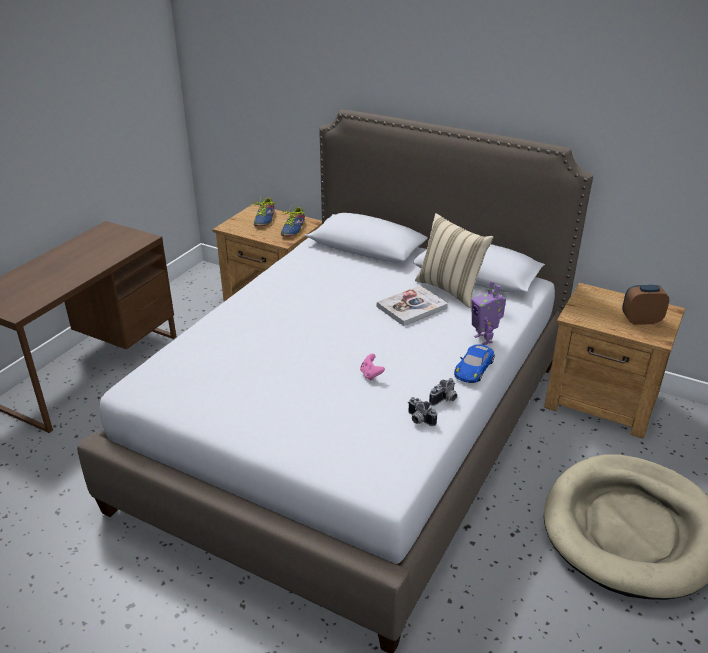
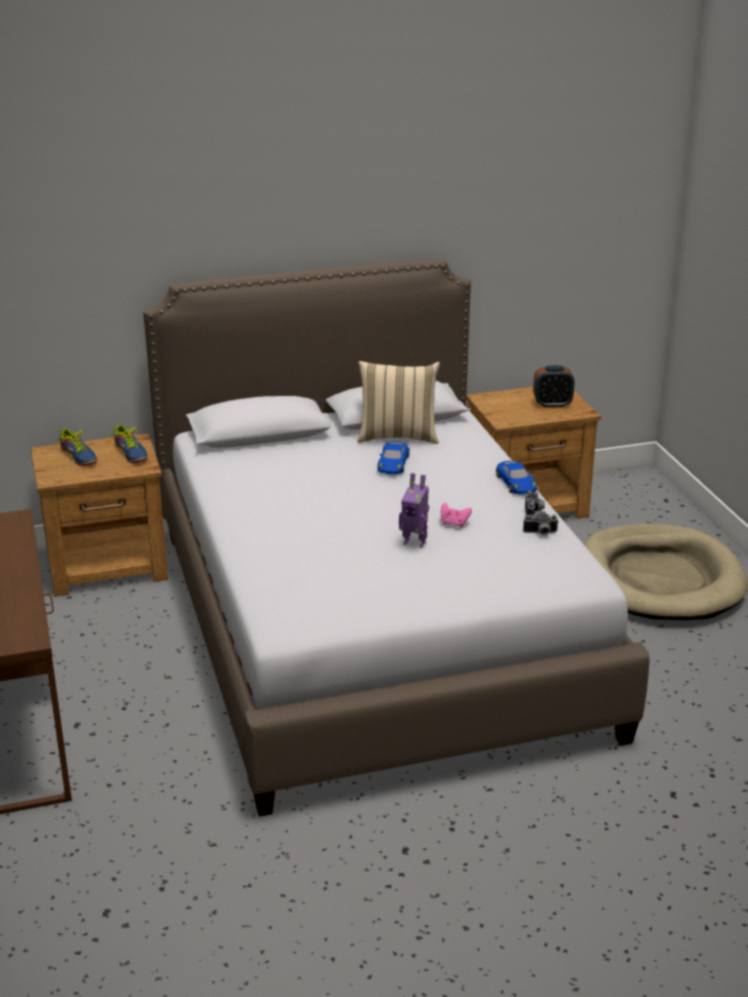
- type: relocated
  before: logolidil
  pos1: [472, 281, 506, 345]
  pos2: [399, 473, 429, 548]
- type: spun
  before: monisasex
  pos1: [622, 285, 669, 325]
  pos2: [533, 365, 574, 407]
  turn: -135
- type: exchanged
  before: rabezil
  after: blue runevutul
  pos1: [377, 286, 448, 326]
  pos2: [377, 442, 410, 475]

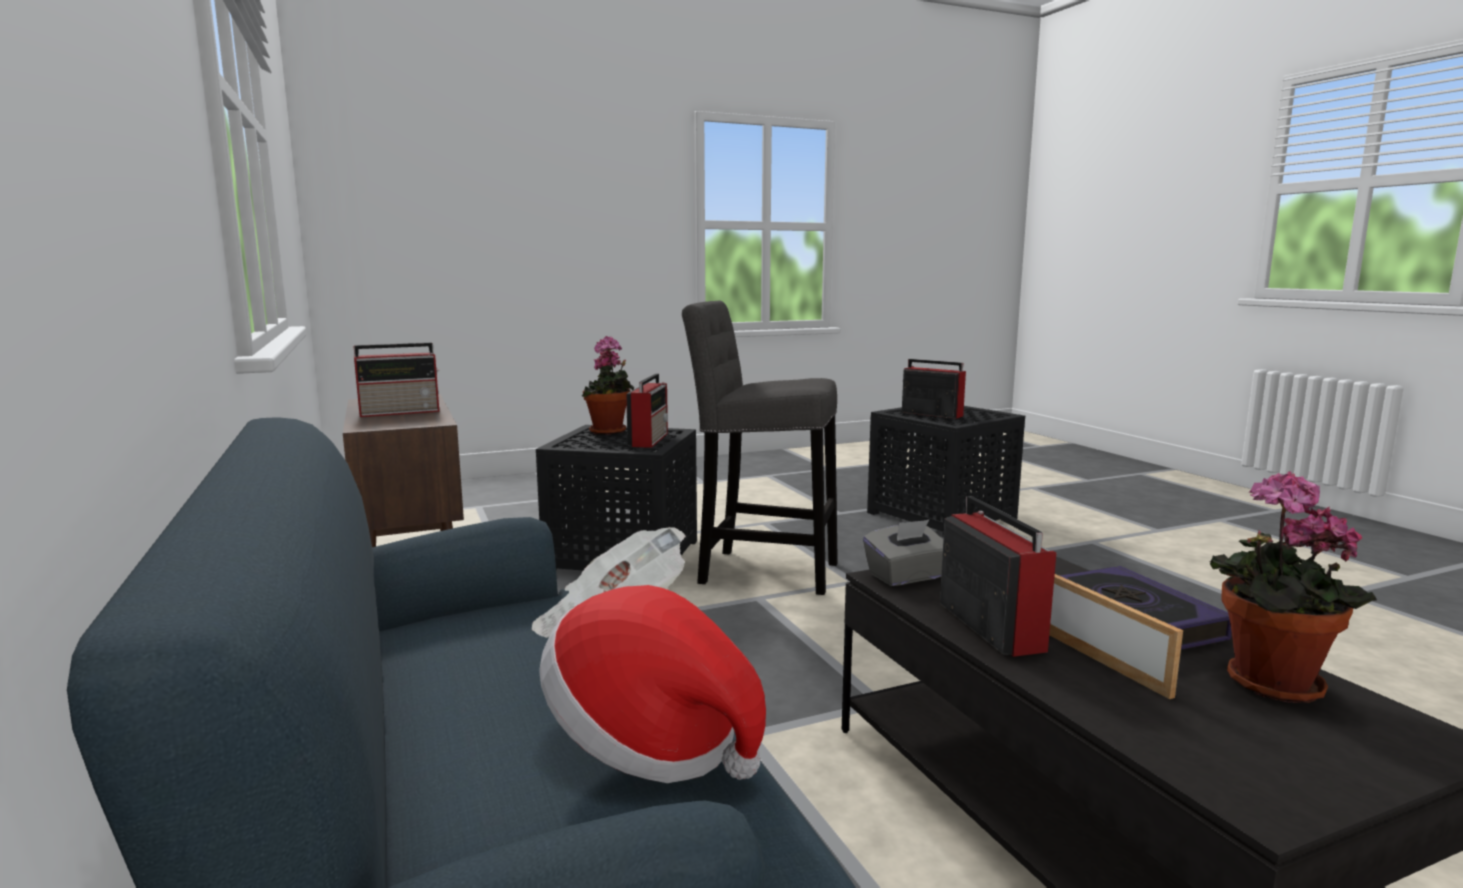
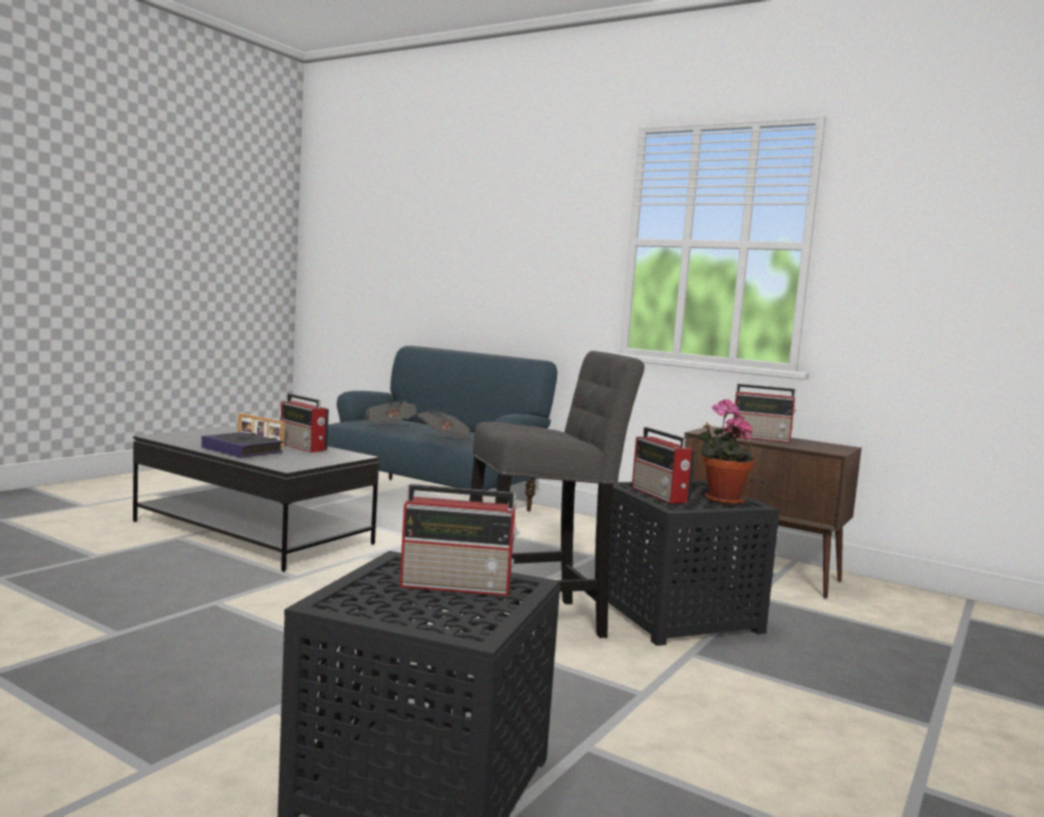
- type: spun
  before: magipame
  pos1: [353, 343, 440, 417]
  pos2: [733, 384, 797, 443]
  turn: -105
- type: missing
  before: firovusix
  pos1: [1210, 471, 1377, 703]
- type: missing
  before: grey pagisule
  pos1: [863, 520, 943, 586]
- type: exchanged
  before: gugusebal
  after: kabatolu
  pos1: [539, 585, 766, 783]
  pos2: [365, 401, 417, 424]

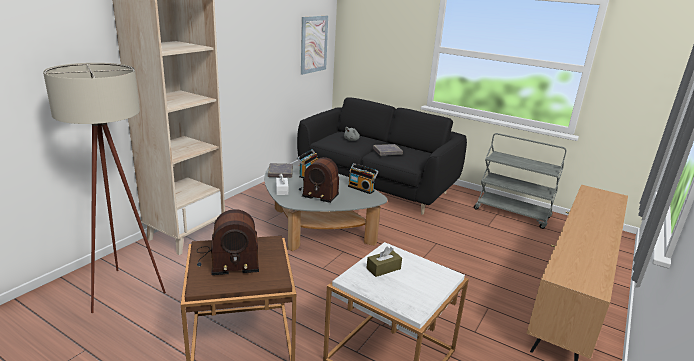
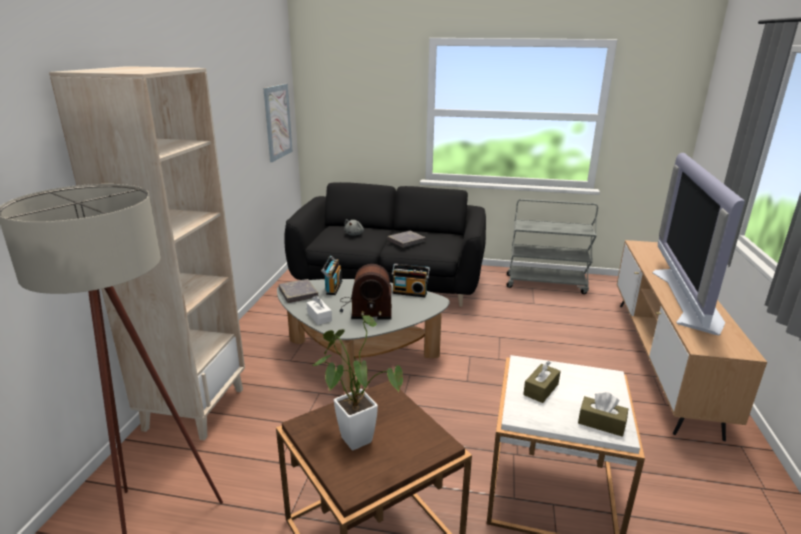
- type: exchanged
  before: magipame
  after: firovusix
  pos1: [197, 209, 259, 275]
  pos2: [312, 315, 403, 450]
- type: appeared
  after: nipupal
  pos2: [652, 153, 745, 335]
- type: appeared
  after: brown pagisule
  pos2: [578, 392, 628, 437]

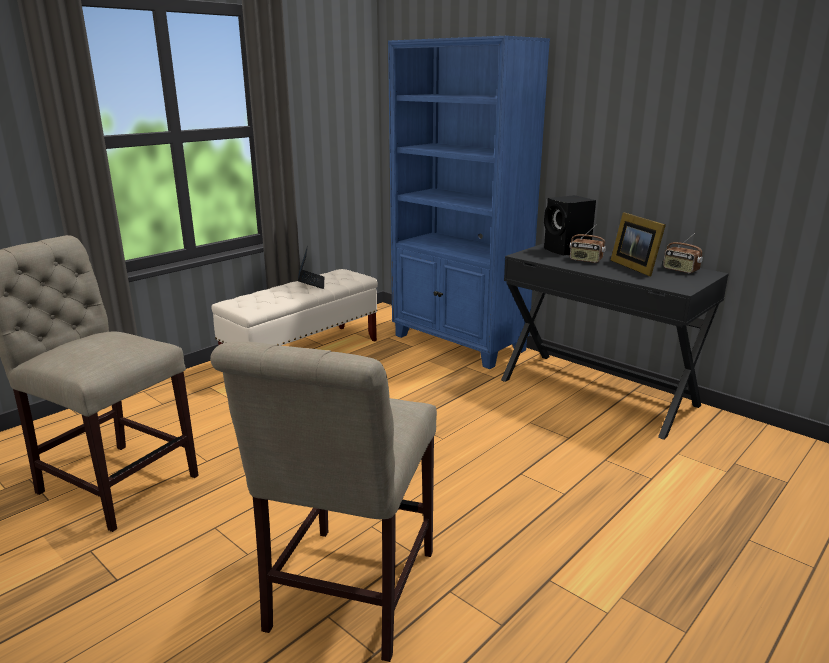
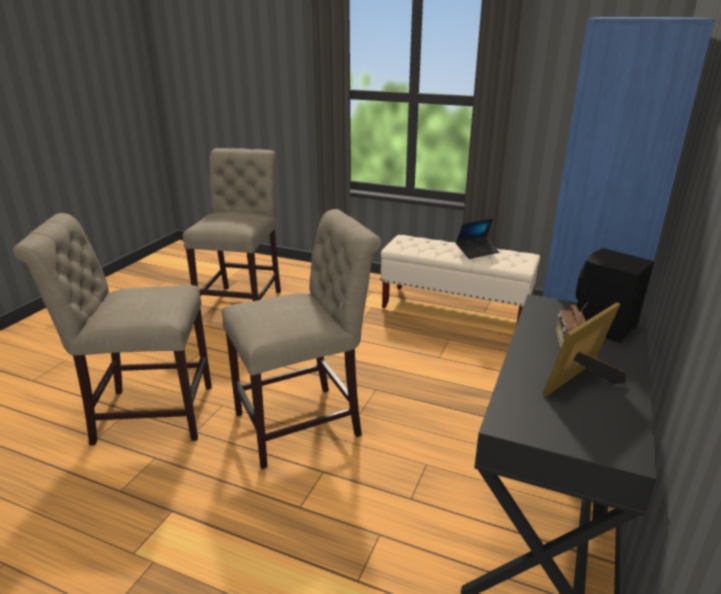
- type: missing
  before: magipame
  pos1: [663, 233, 703, 273]
- type: appeared
  after: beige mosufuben
  pos2: [222, 209, 381, 469]

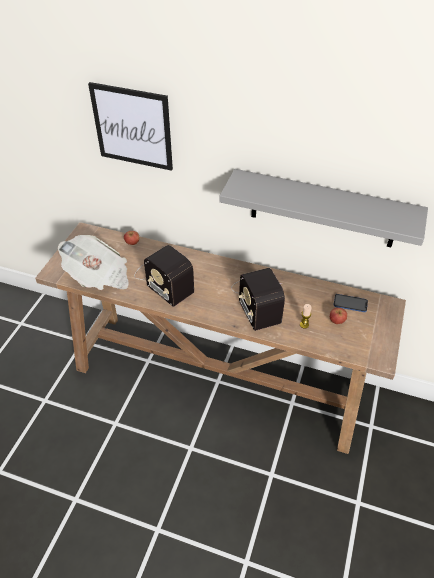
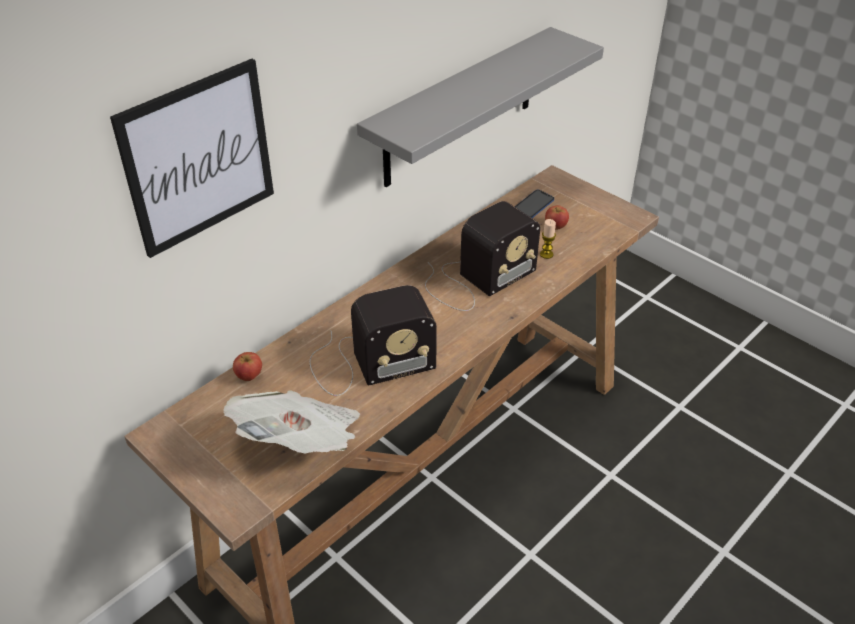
- type: spun
  before: magipame
  pos1: [231, 268, 285, 331]
  pos2: [425, 201, 540, 311]
  turn: -45

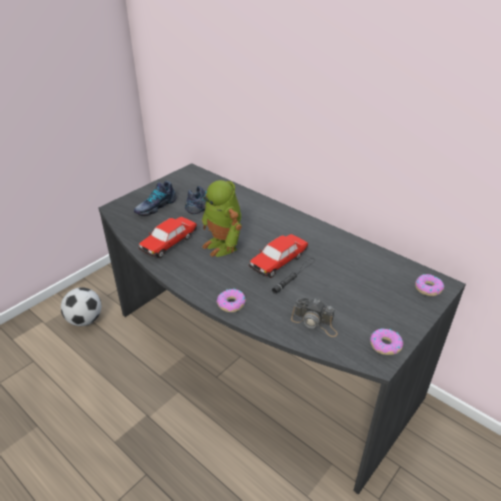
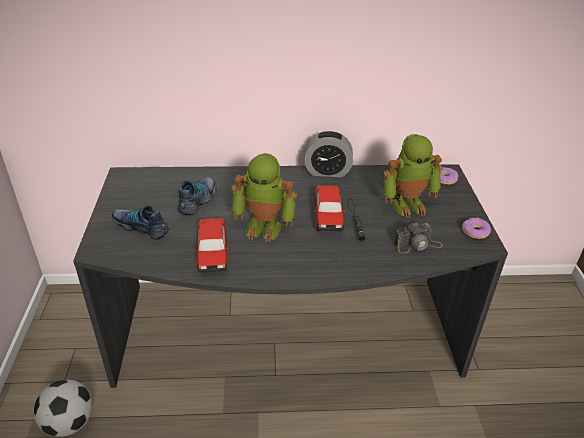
- type: spun
  before: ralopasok
  pos1: [134, 181, 177, 217]
  pos2: [112, 205, 169, 240]
  turn: 120
- type: missing
  before: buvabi
  pos1: [217, 288, 246, 312]
- type: appeared
  after: monisasex
  pos2: [304, 131, 353, 177]
- type: appeared
  after: logolidil
  pos2: [383, 134, 443, 218]

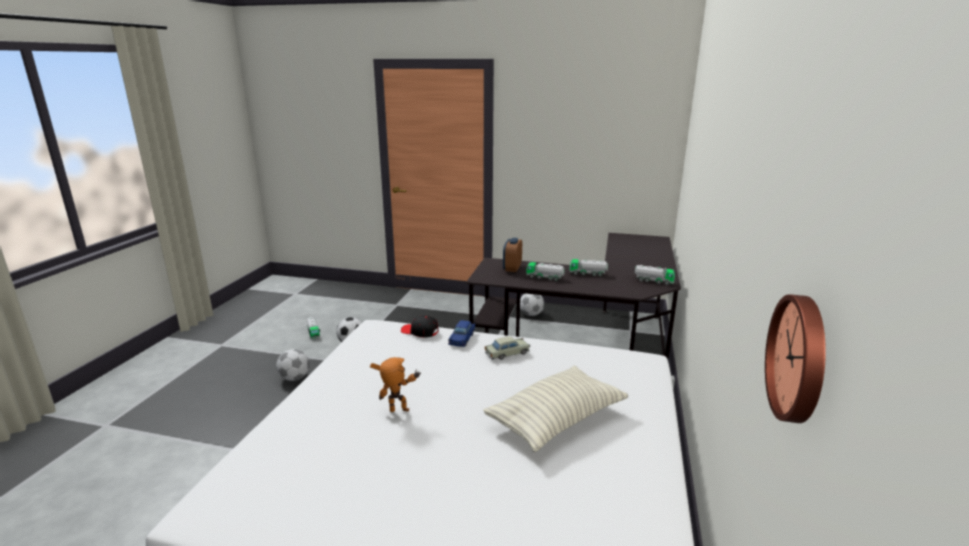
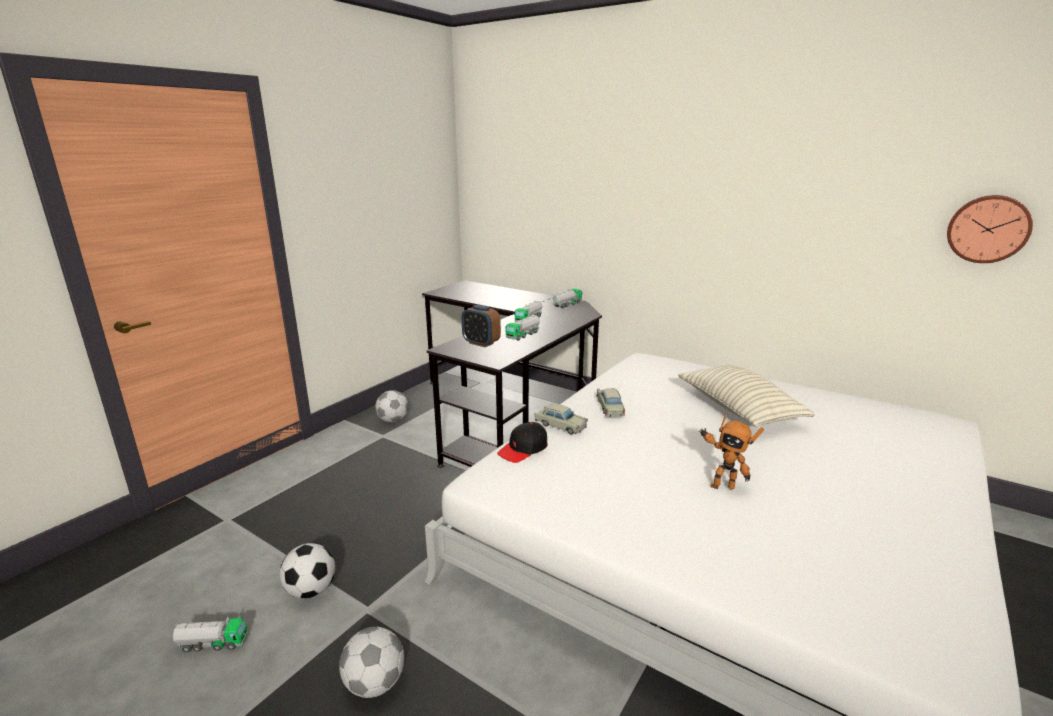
- type: colour
  before: blue runevutul
  after: beige runevutul
  pos1: [448, 320, 475, 347]
  pos2: [535, 404, 588, 435]
- type: spun
  before: logolidil
  pos1: [370, 357, 421, 412]
  pos2: [699, 414, 764, 490]
  turn: -90

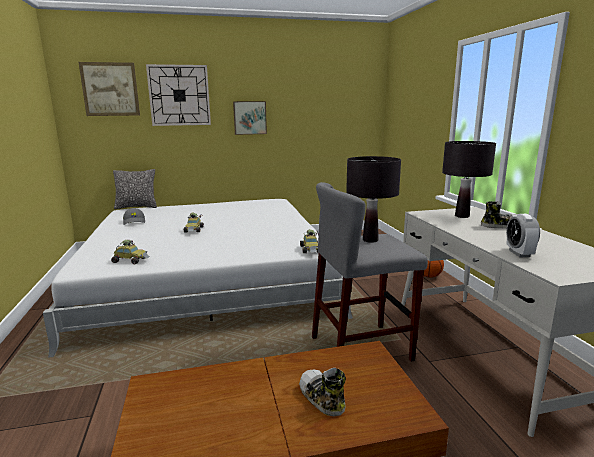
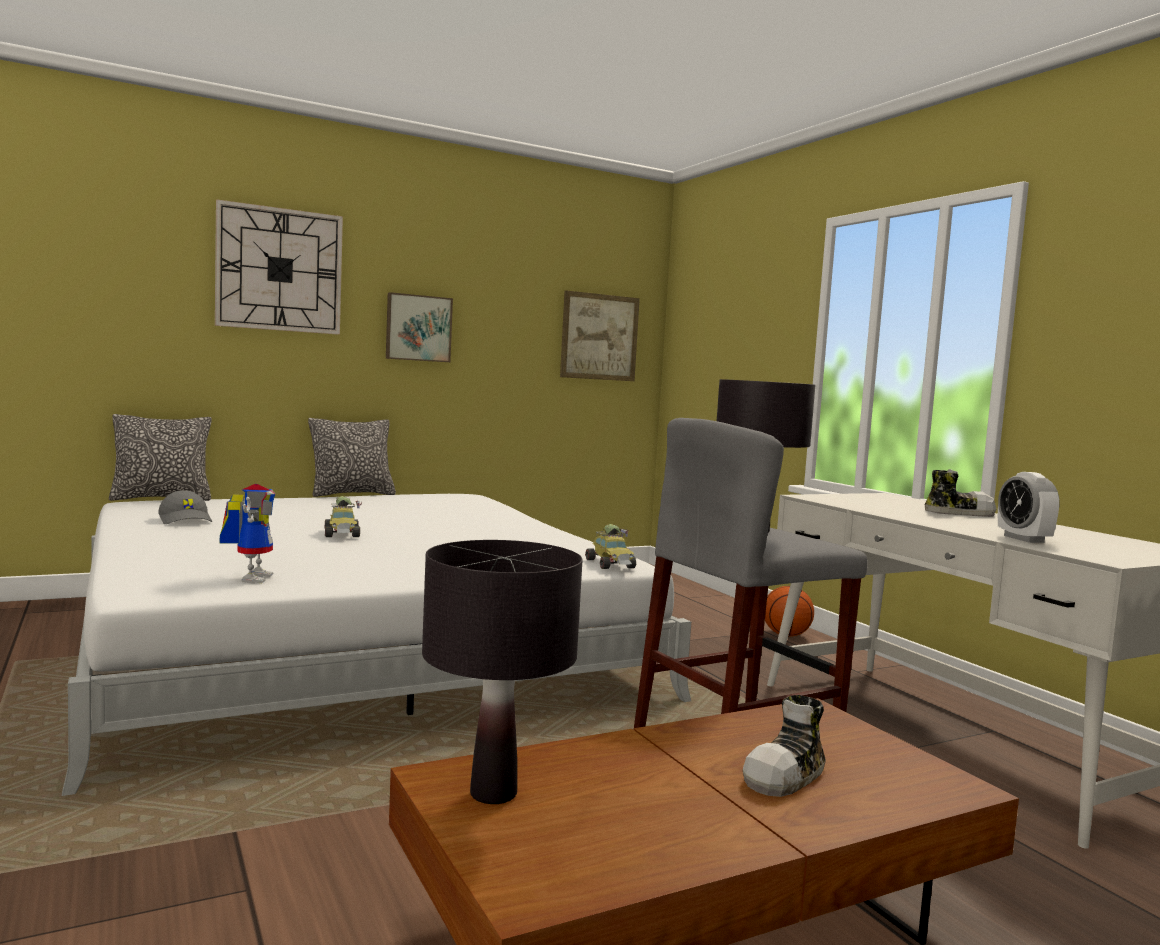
- type: relocated
  before: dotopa
  pos1: [79, 62, 140, 116]
  pos2: [560, 290, 640, 381]
- type: relocated
  before: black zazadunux
  pos1: [442, 141, 496, 218]
  pos2: [422, 540, 583, 804]
- type: exchanged
  before: runevutul
  after: logolidil
  pos1: [111, 240, 150, 264]
  pos2: [220, 484, 275, 583]
- type: spun
  before: ralopasok
  pos1: [299, 368, 346, 416]
  pos2: [743, 695, 826, 797]
  turn: -90
- type: appeared
  after: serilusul
  pos2: [308, 418, 396, 497]

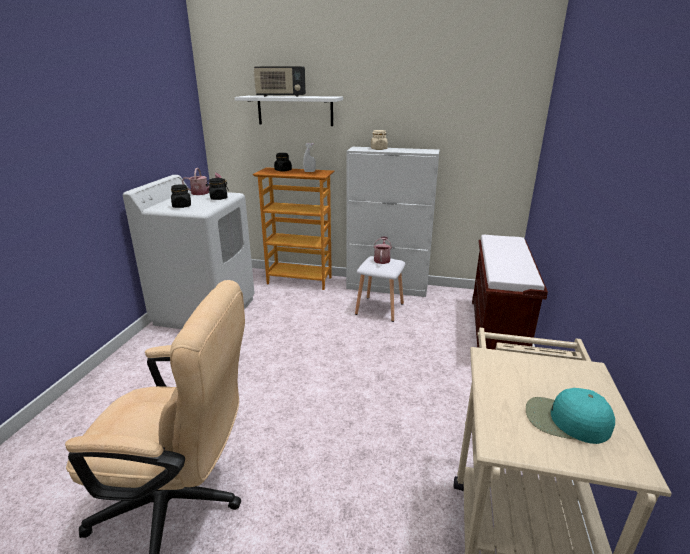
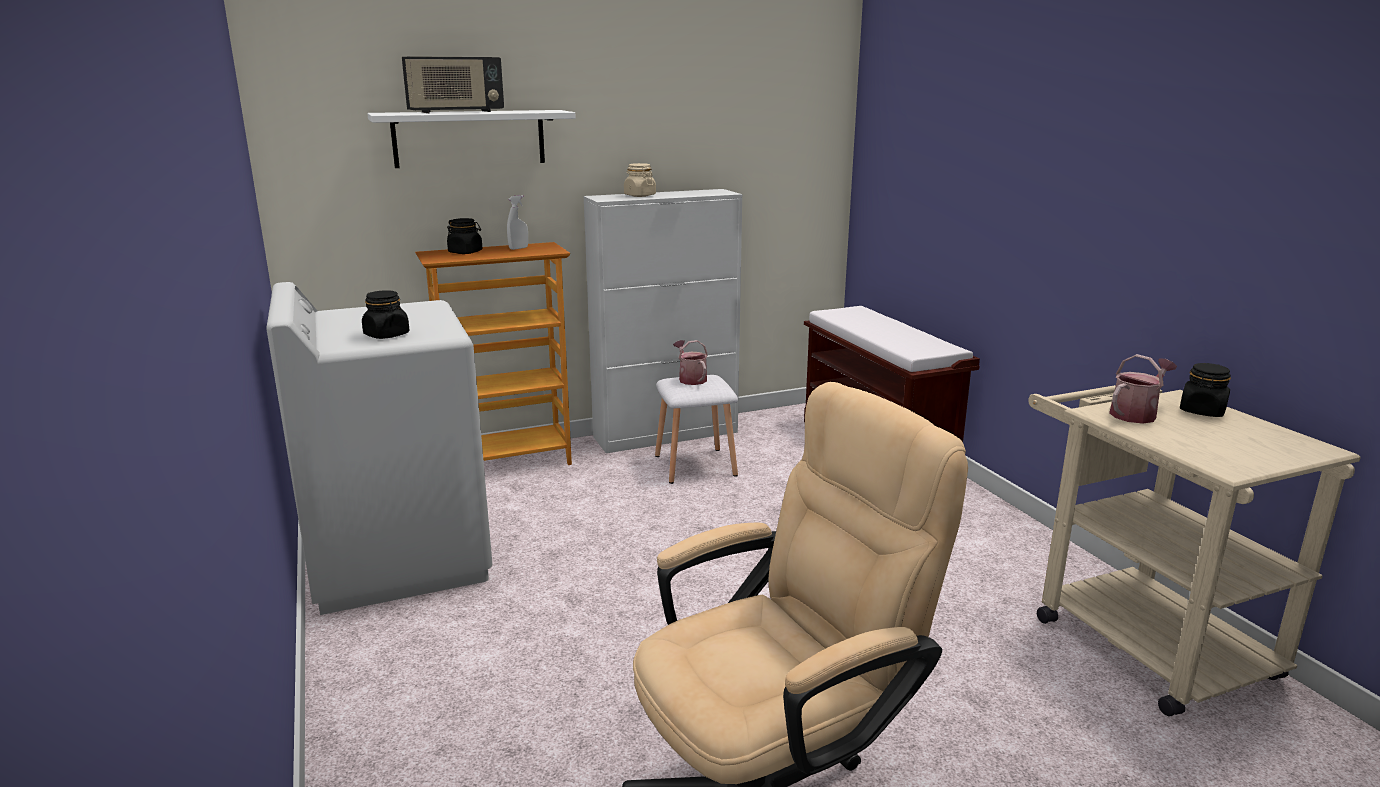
- type: relocated
  before: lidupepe
  pos1: [182, 168, 221, 195]
  pos2: [1109, 354, 1177, 424]
- type: relocated
  before: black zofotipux
  pos1: [206, 178, 229, 200]
  pos2: [1180, 363, 1231, 417]
- type: missing
  before: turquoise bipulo
  pos1: [526, 388, 615, 444]

